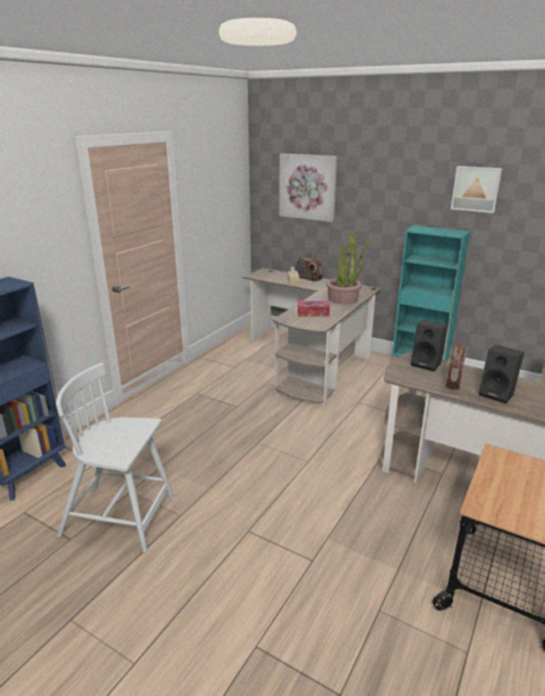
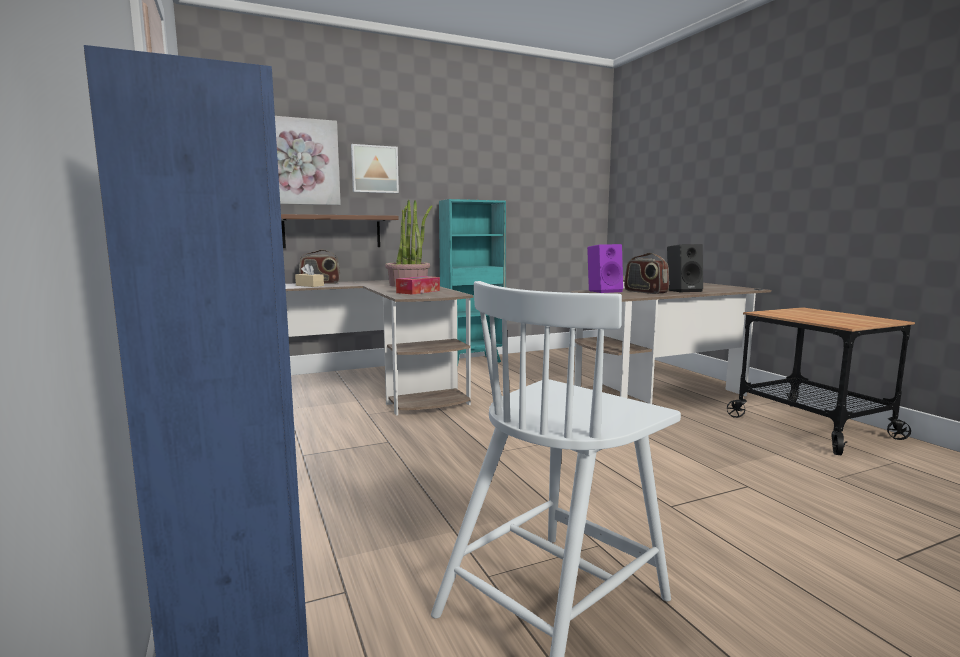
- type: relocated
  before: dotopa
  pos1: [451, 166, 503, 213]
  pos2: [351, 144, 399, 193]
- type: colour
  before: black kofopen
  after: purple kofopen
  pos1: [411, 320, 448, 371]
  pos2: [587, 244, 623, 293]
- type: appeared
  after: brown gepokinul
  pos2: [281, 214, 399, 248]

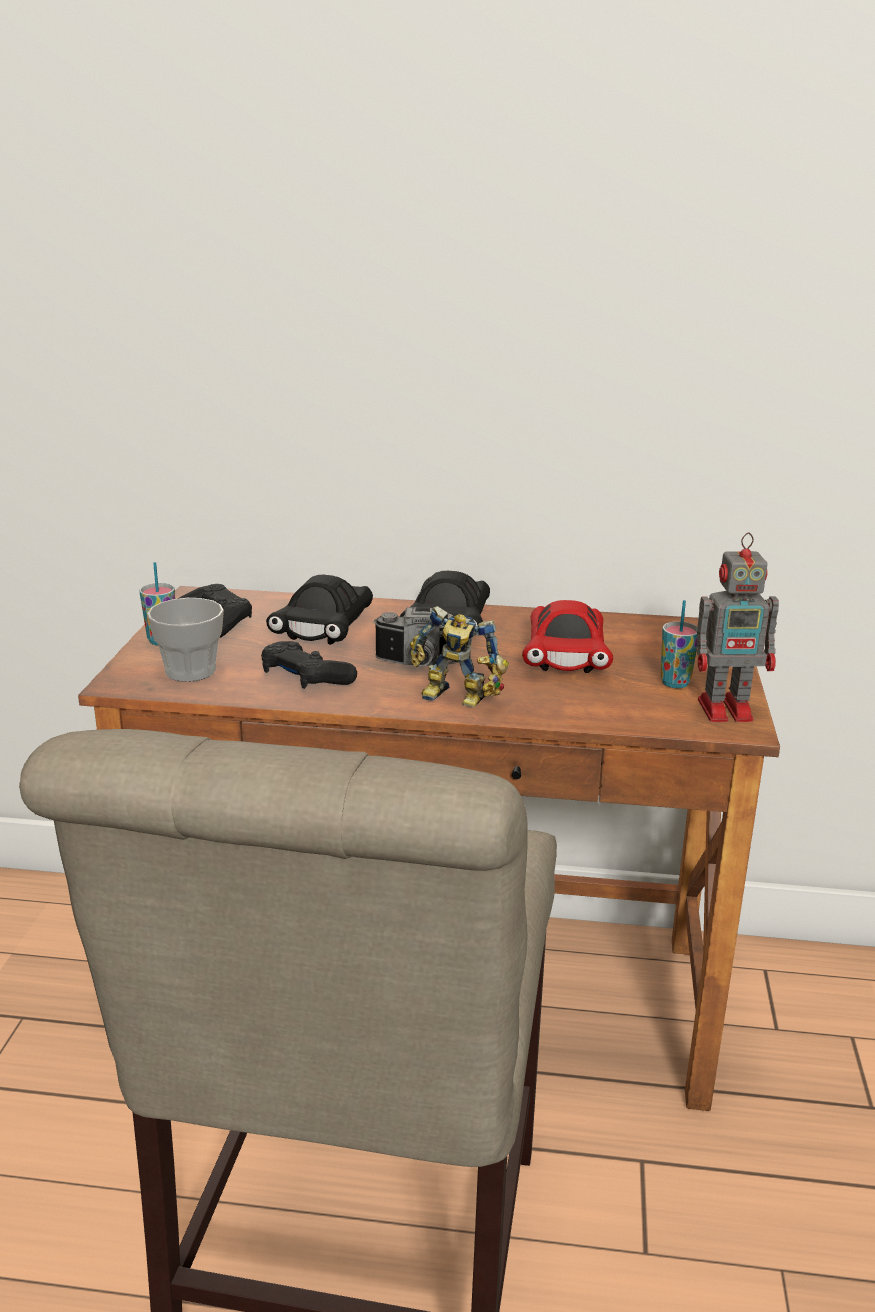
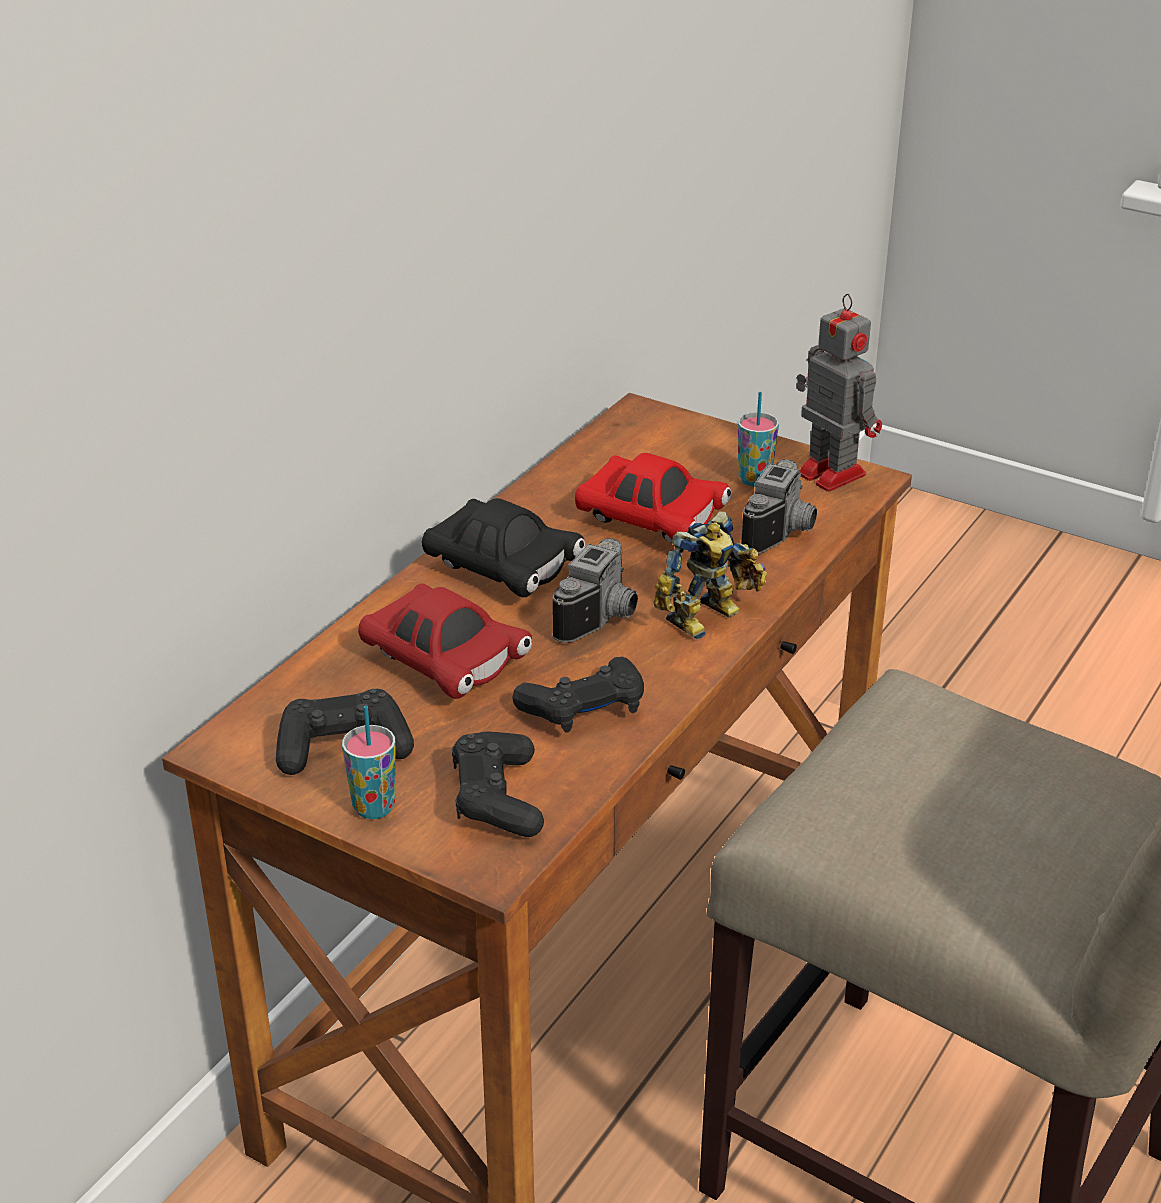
- type: spun
  before: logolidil
  pos1: [697, 532, 779, 722]
  pos2: [796, 294, 882, 492]
  turn: -60
- type: colour
  before: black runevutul
  after: red runevutul
  pos1: [266, 575, 373, 645]
  pos2: [358, 583, 532, 699]
- type: exchanged
  before: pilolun
  after: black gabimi
  pos1: [147, 598, 224, 682]
  pos2: [452, 731, 544, 837]
- type: appeared
  after: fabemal
  pos2: [741, 459, 817, 554]

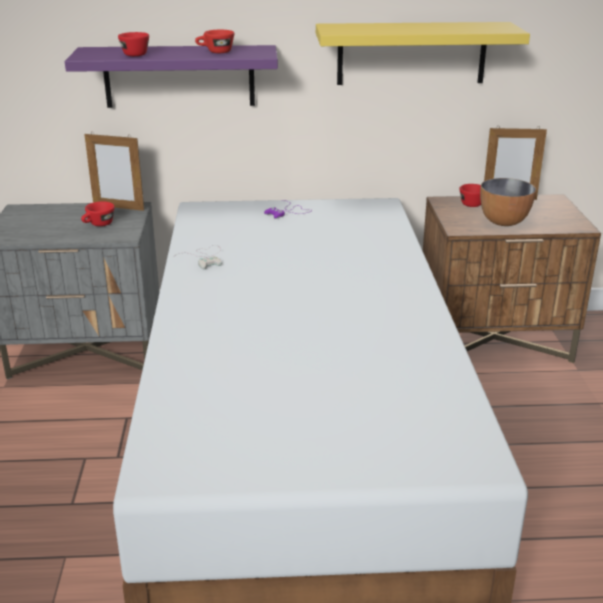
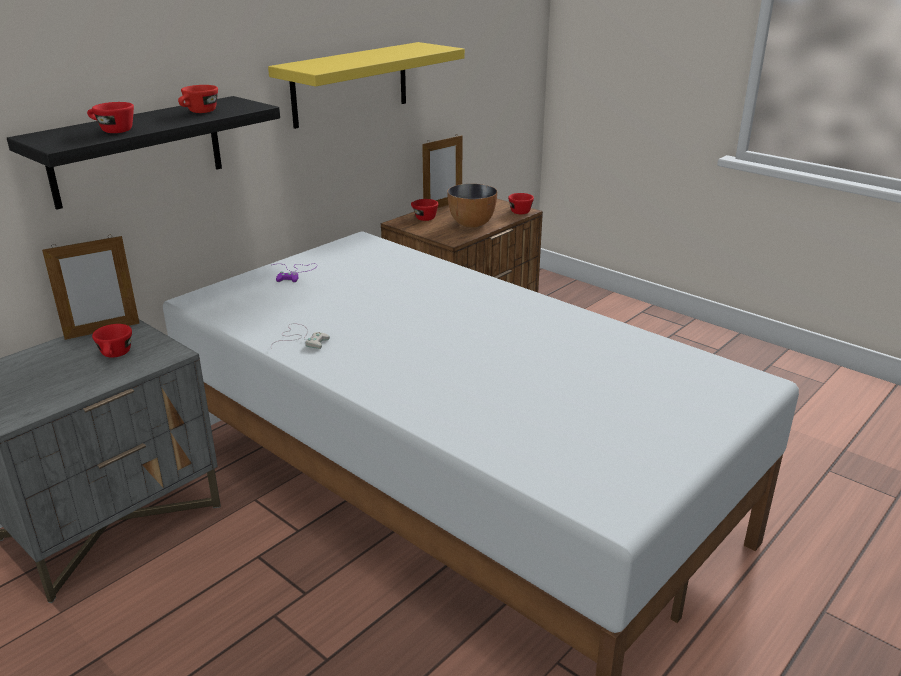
- type: colour
  before: purple gepokinul
  after: black gepokinul
  pos1: [65, 45, 278, 108]
  pos2: [7, 96, 280, 210]
- type: appeared
  after: red pilolun
  pos2: [508, 193, 534, 214]

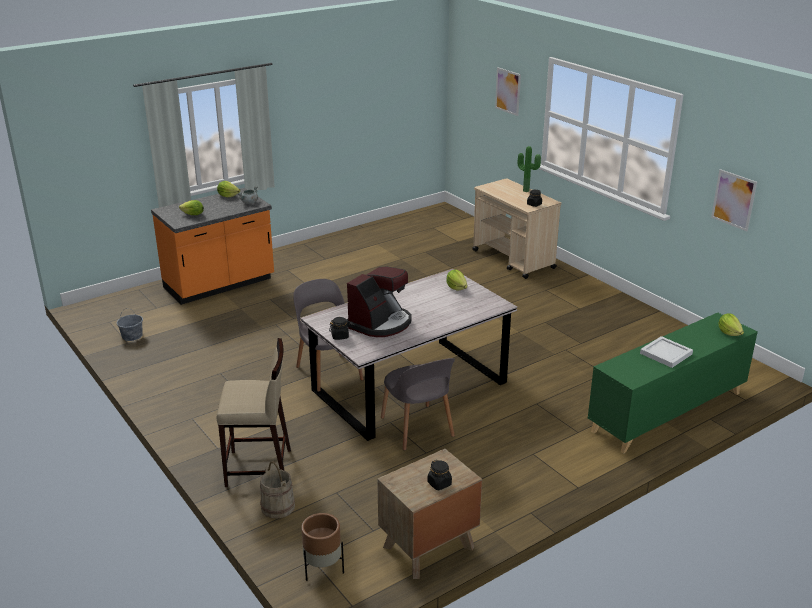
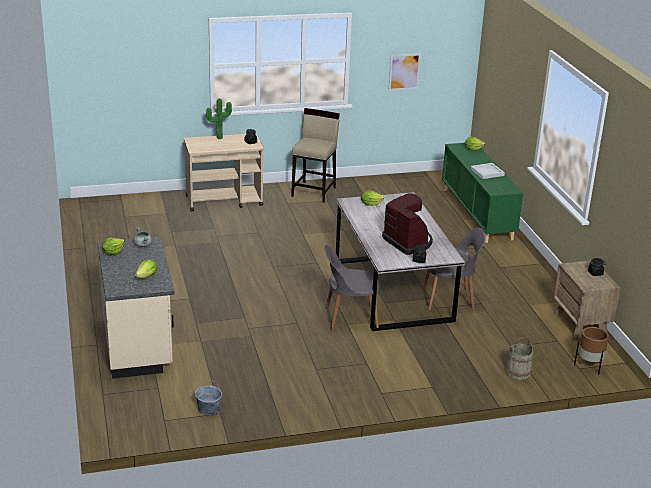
- type: missing
  before: dotopa
  pos1: [495, 67, 521, 116]
- type: colour
  before: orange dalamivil
  after: beige dalamivil
  pos1: [151, 188, 274, 305]
  pos2: [98, 237, 174, 379]
- type: relocated
  before: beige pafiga
  pos1: [217, 338, 291, 487]
  pos2: [291, 108, 340, 203]

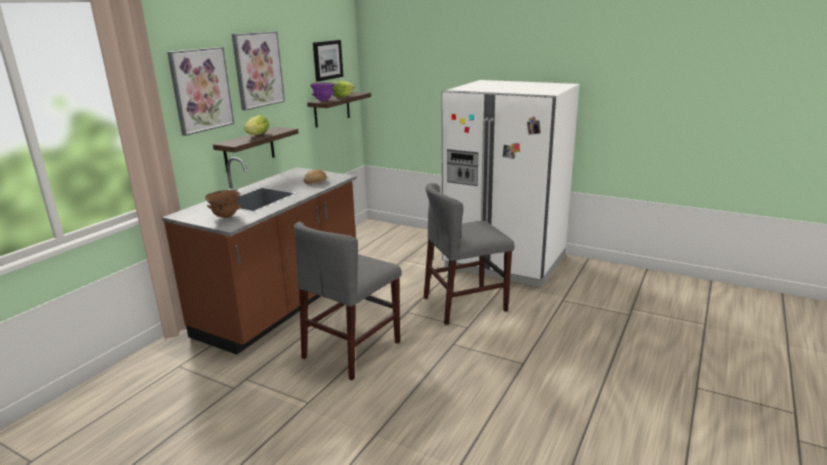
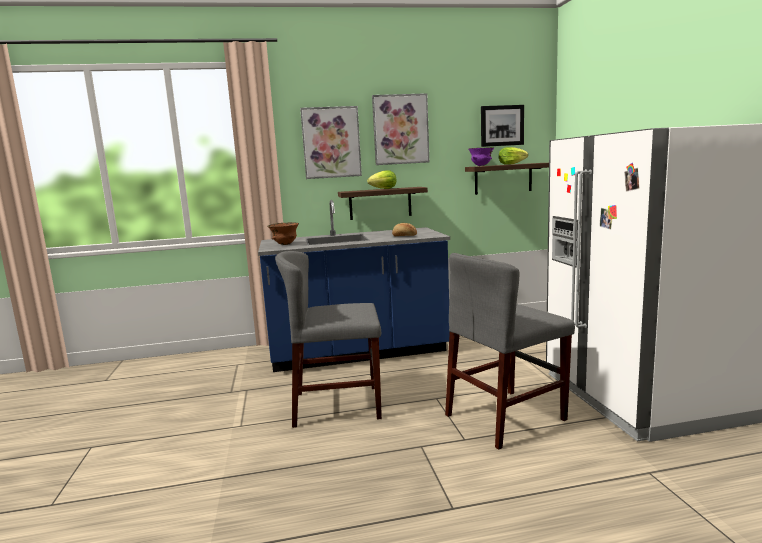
- type: colour
  before: brown dalamivil
  after: blue dalamivil
  pos1: [162, 157, 357, 355]
  pos2: [258, 200, 450, 372]
- type: spun
  before: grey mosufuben
  pos1: [424, 183, 514, 325]
  pos2: [445, 253, 575, 450]
  turn: -60

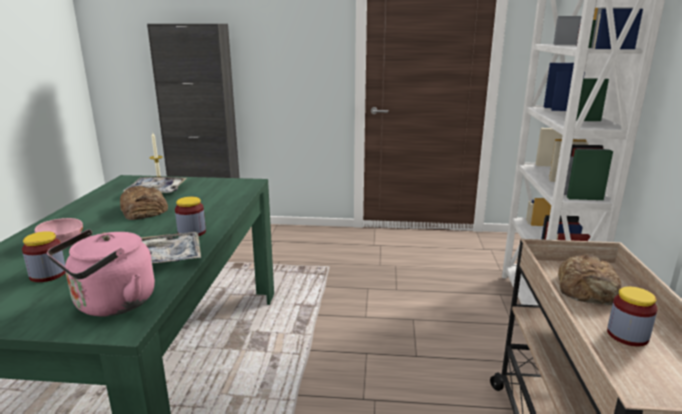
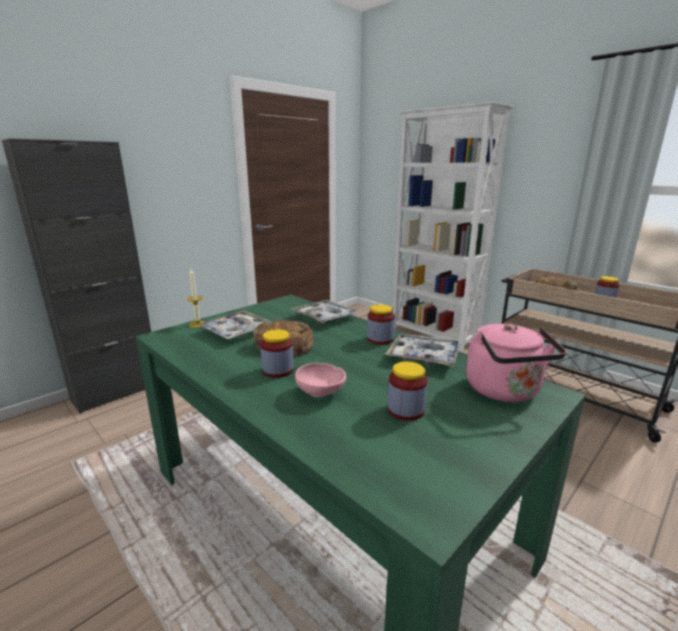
- type: appeared
  after: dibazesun
  pos2: [292, 300, 360, 323]
- type: appeared
  after: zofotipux
  pos2: [261, 329, 294, 378]

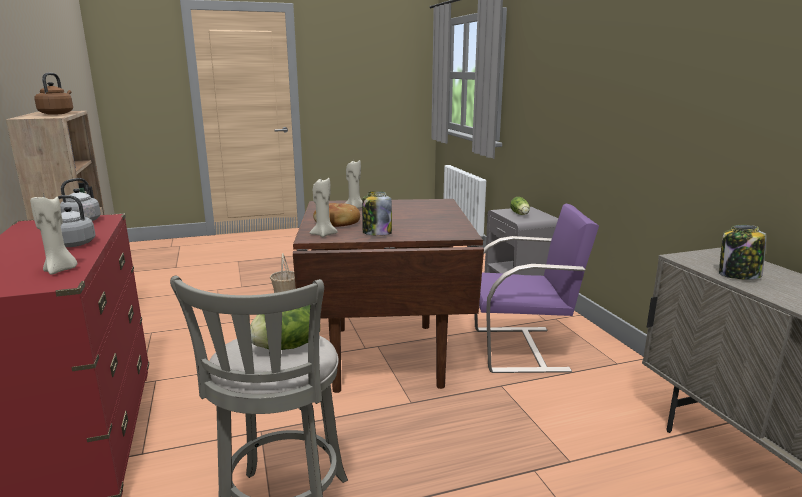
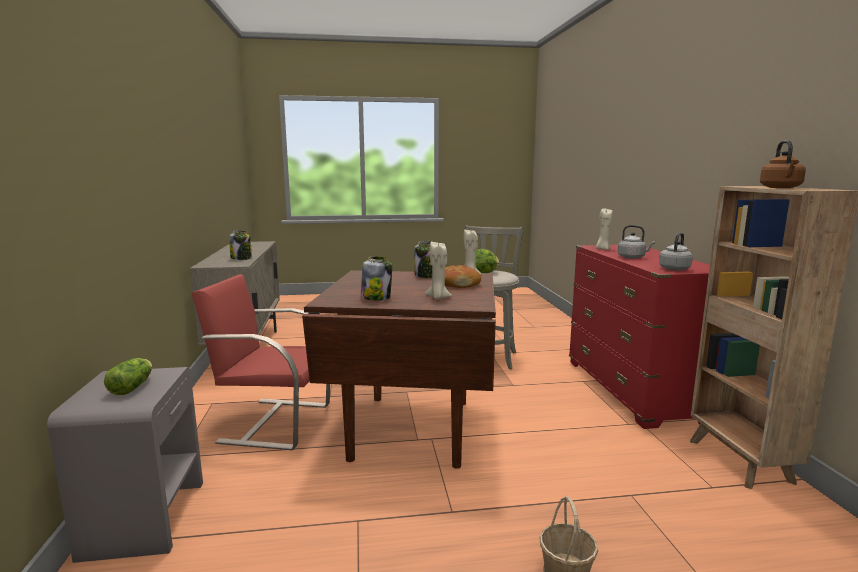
- type: colour
  before: purple mosufuben
  after: red mosufuben
  pos1: [474, 204, 599, 373]
  pos2: [192, 274, 330, 450]
- type: appeared
  after: zofotipux
  pos2: [361, 256, 392, 301]

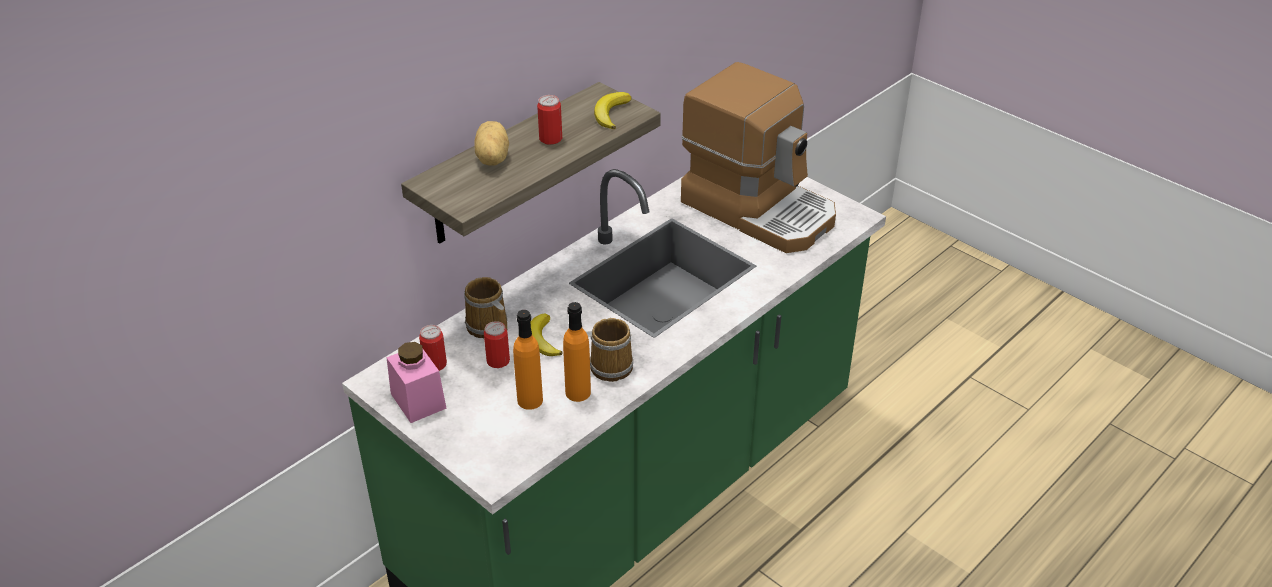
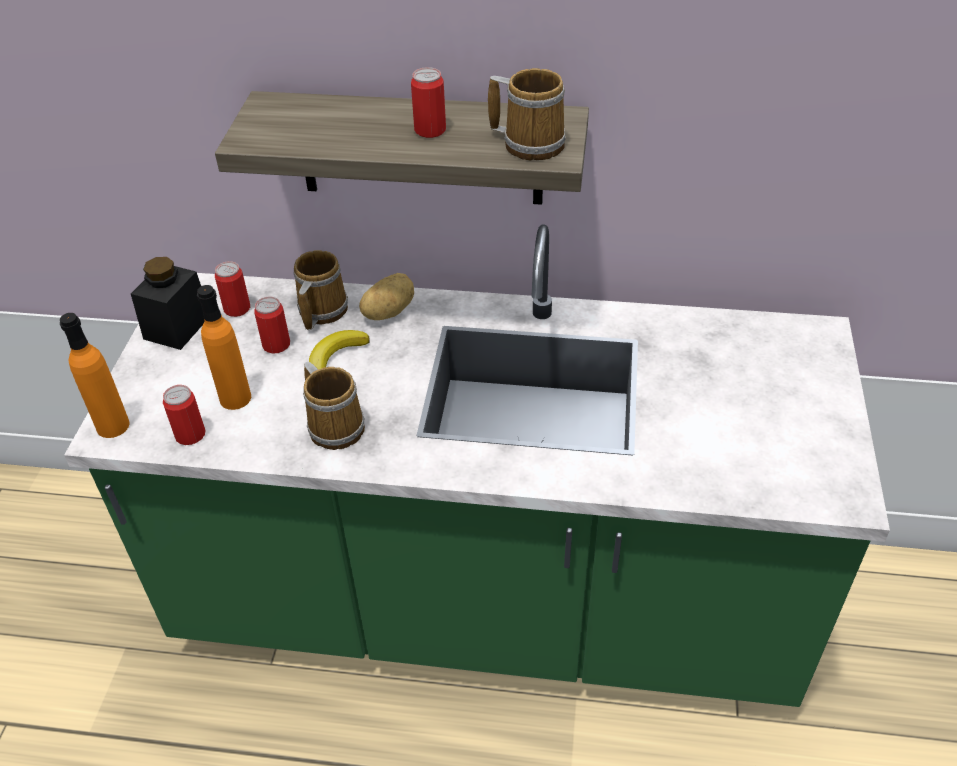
- type: missing
  before: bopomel
  pos1: [681, 62, 836, 253]
- type: exchanged
  before: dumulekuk
  after: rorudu
  pos1: [594, 92, 631, 129]
  pos2: [488, 68, 566, 161]
- type: relocated
  before: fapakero
  pos1: [474, 121, 509, 166]
  pos2: [359, 273, 414, 320]
- type: relocated
  before: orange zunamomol
  pos1: [563, 302, 591, 402]
  pos2: [60, 313, 130, 438]
- type: colour
  before: pink zofotipux
  after: black zofotipux
  pos1: [387, 342, 447, 423]
  pos2: [131, 257, 205, 350]
- type: appeared
  after: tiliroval
  pos2: [163, 385, 206, 445]

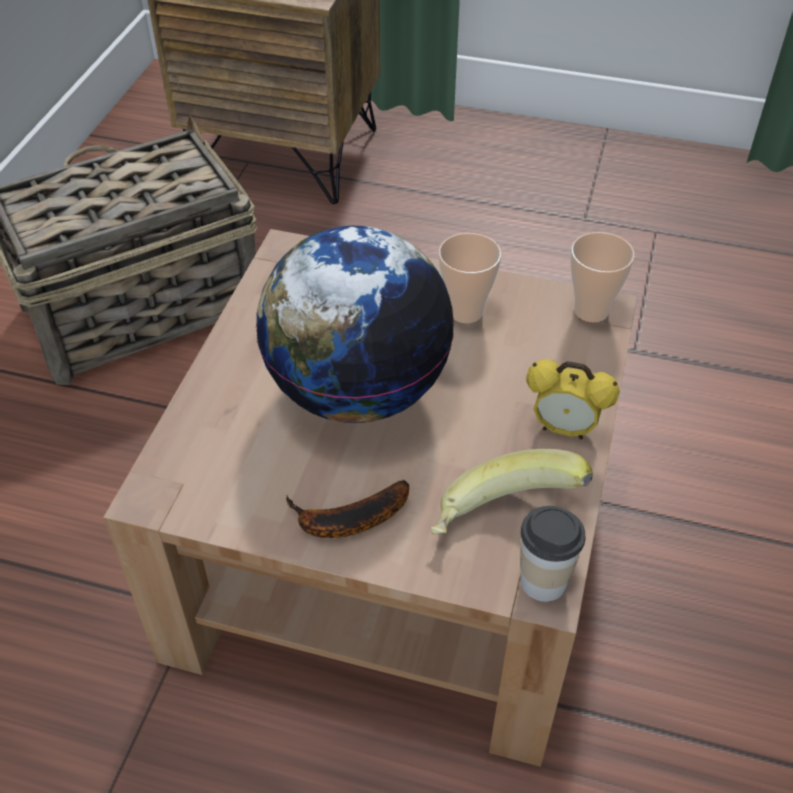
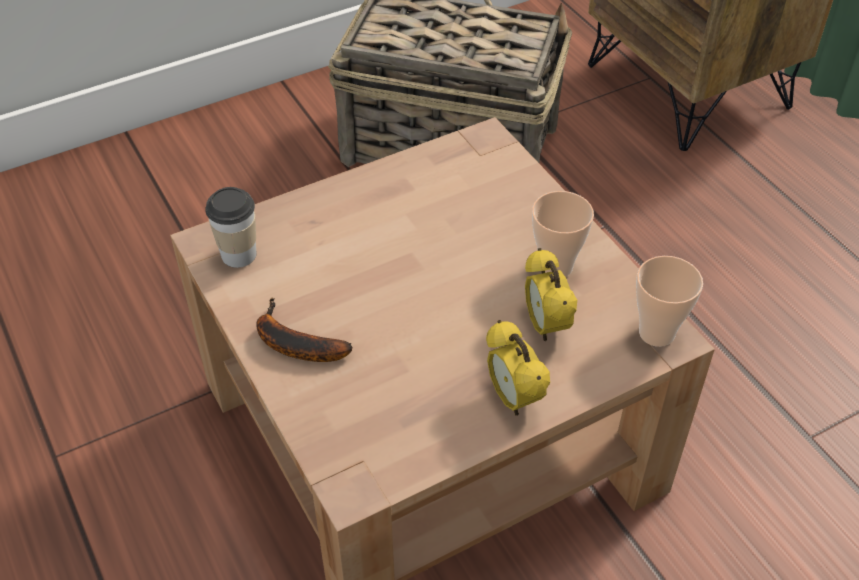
- type: missing
  before: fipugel
  pos1: [256, 226, 454, 423]
- type: missing
  before: dumulekuk
  pos1: [430, 449, 593, 535]
- type: relocated
  before: pilolun
  pos1: [520, 506, 585, 602]
  pos2: [205, 187, 256, 268]
- type: appeared
  after: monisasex
  pos2: [525, 248, 577, 342]

